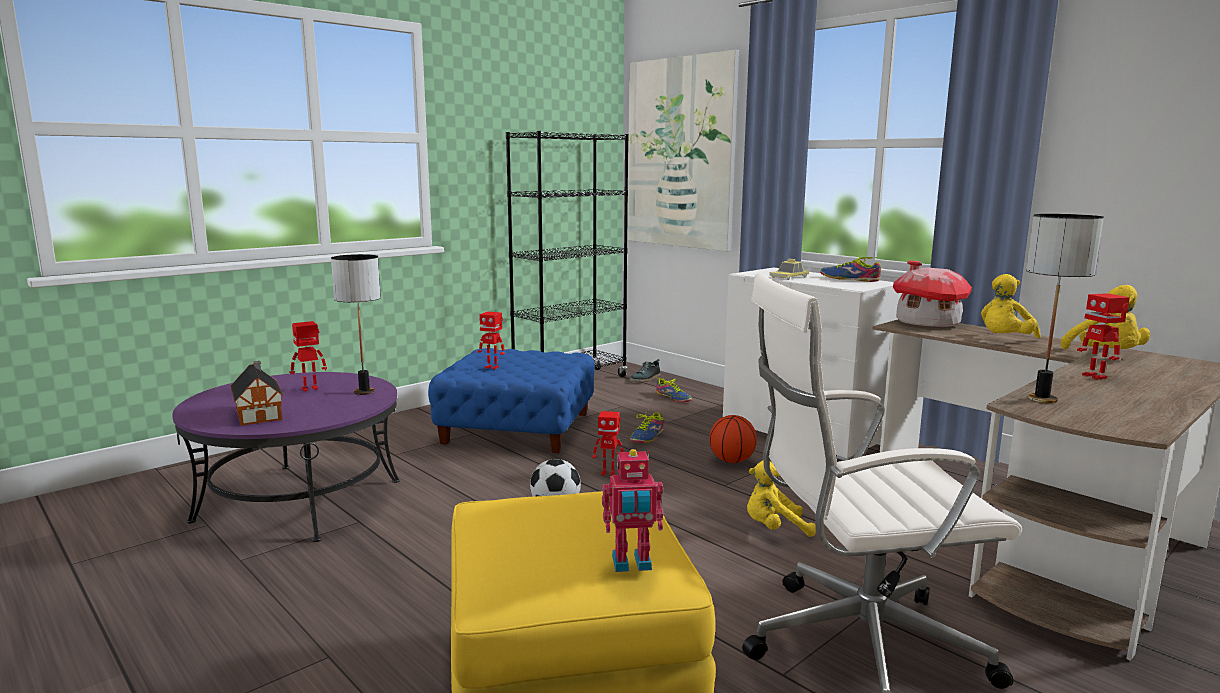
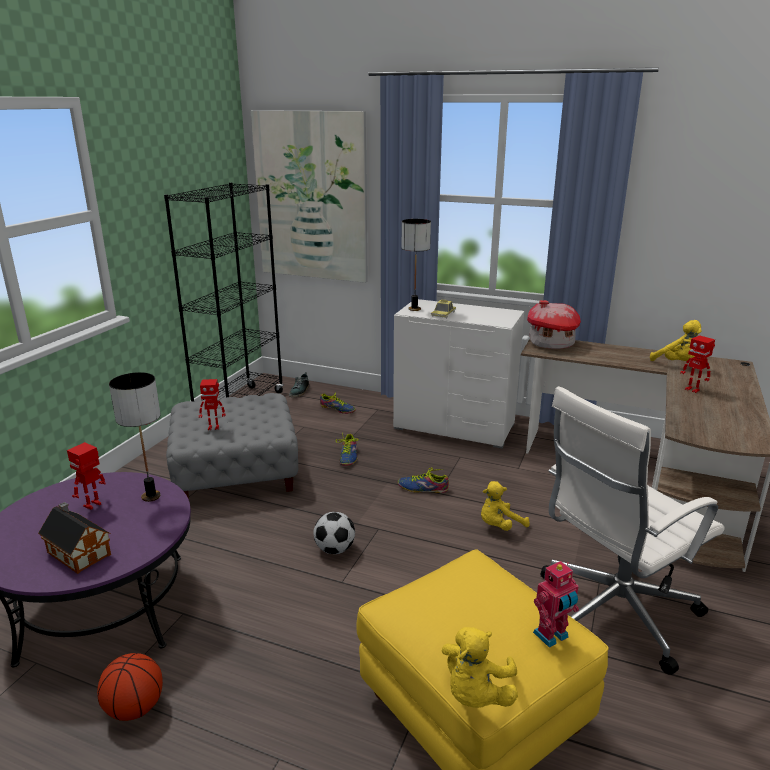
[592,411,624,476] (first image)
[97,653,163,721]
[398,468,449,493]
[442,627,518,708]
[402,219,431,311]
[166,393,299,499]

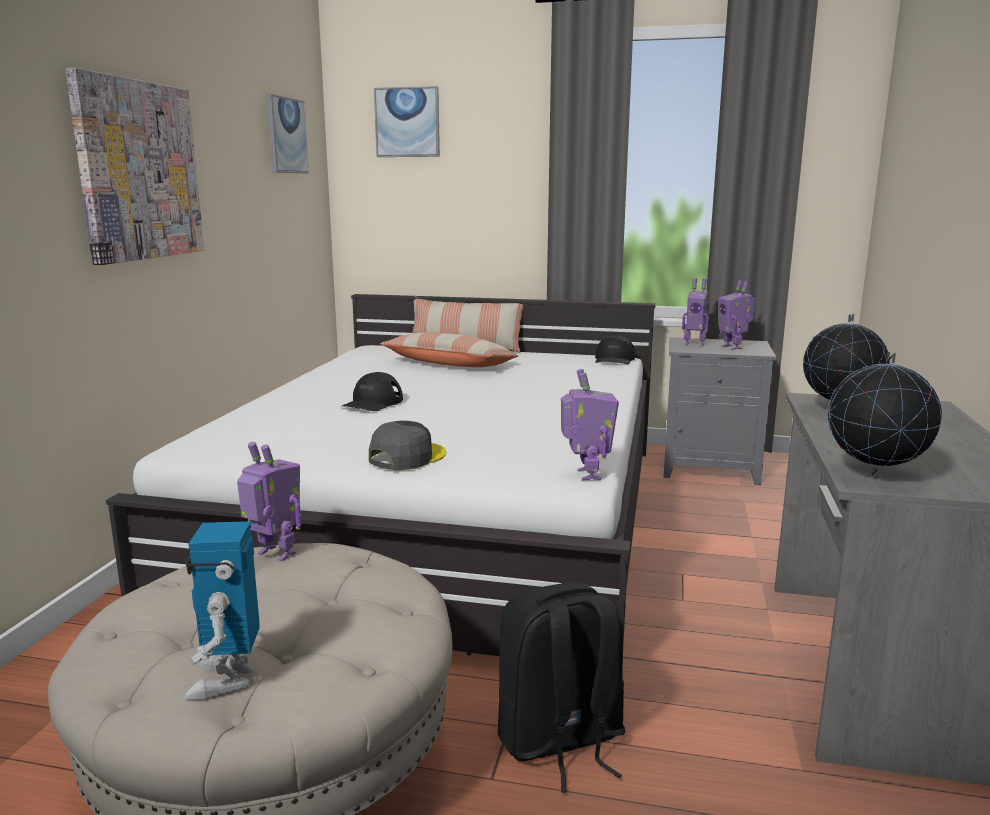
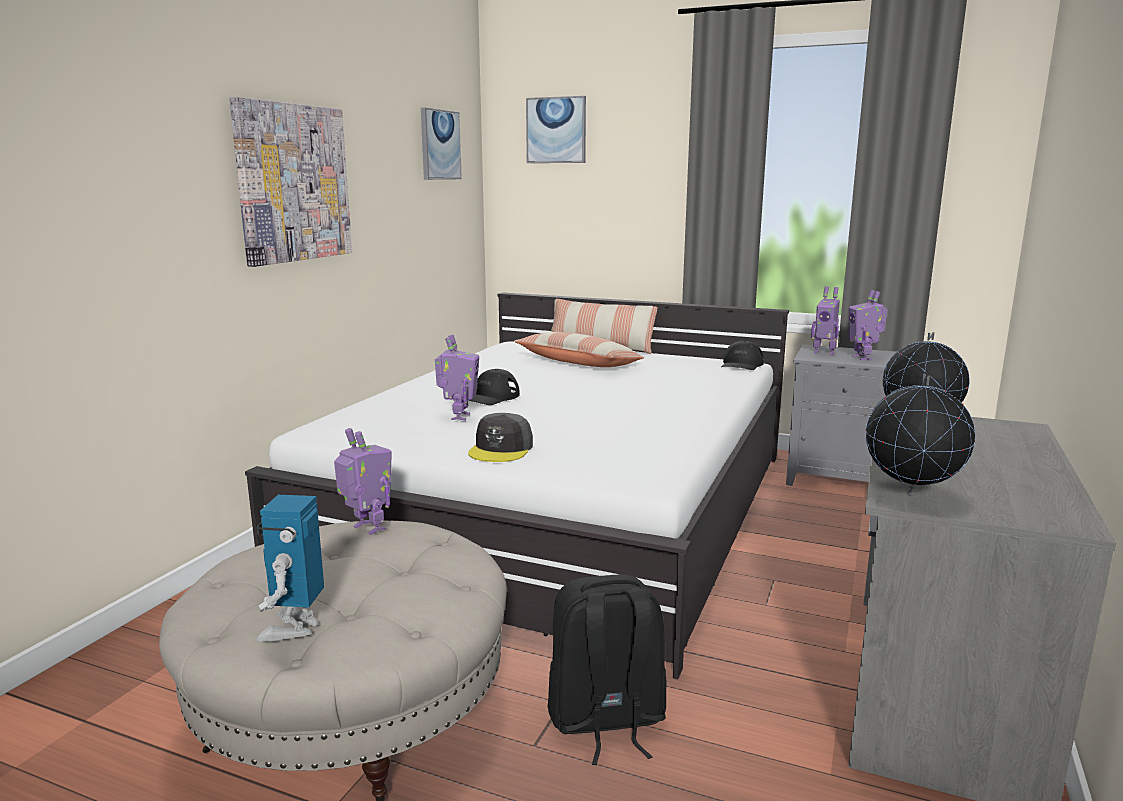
[435,335,479,420]
[468,413,533,462]

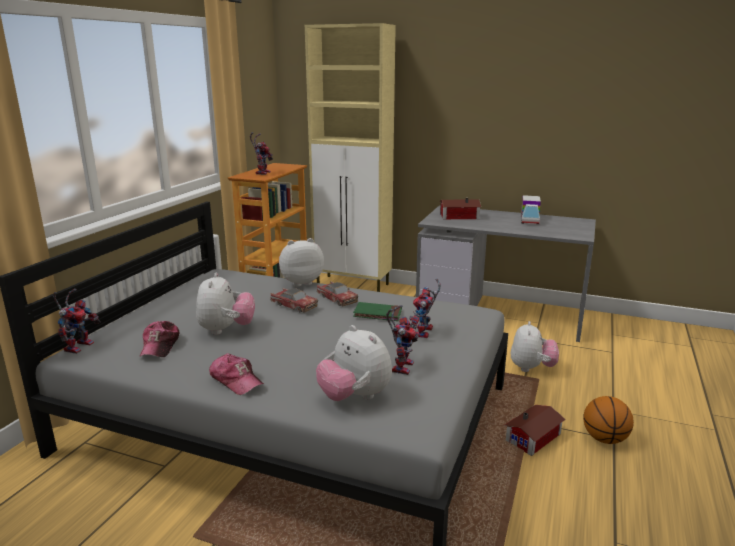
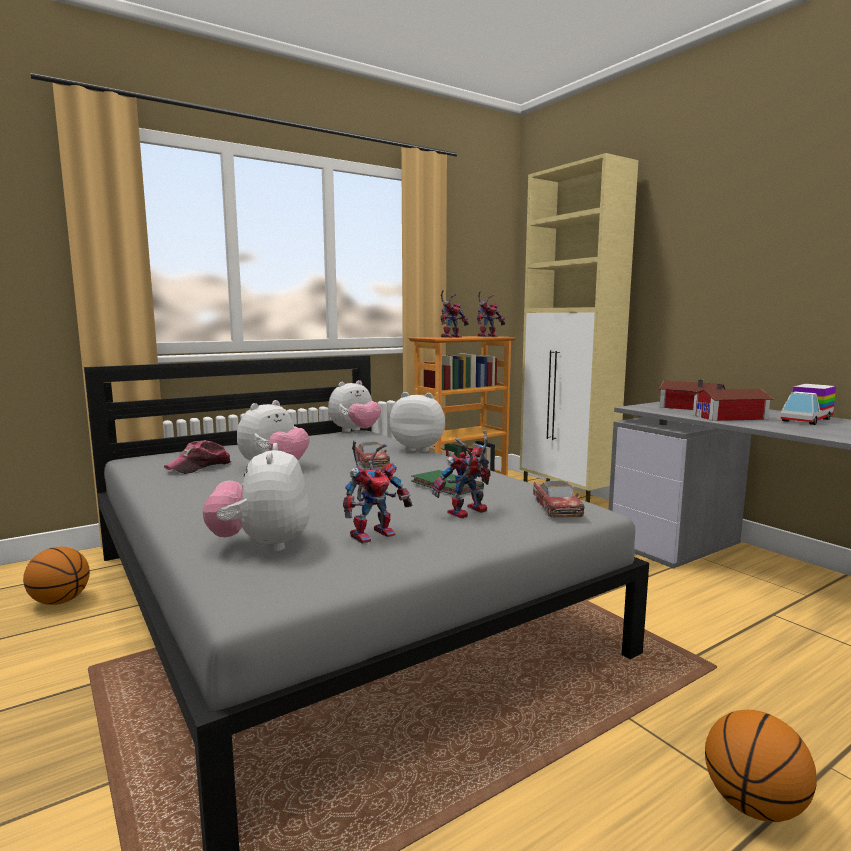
[209,353,264,395] (first image)
[23,547,90,605]
[477,291,505,337]
[533,481,584,518]
[692,384,773,421]
[328,380,381,432]

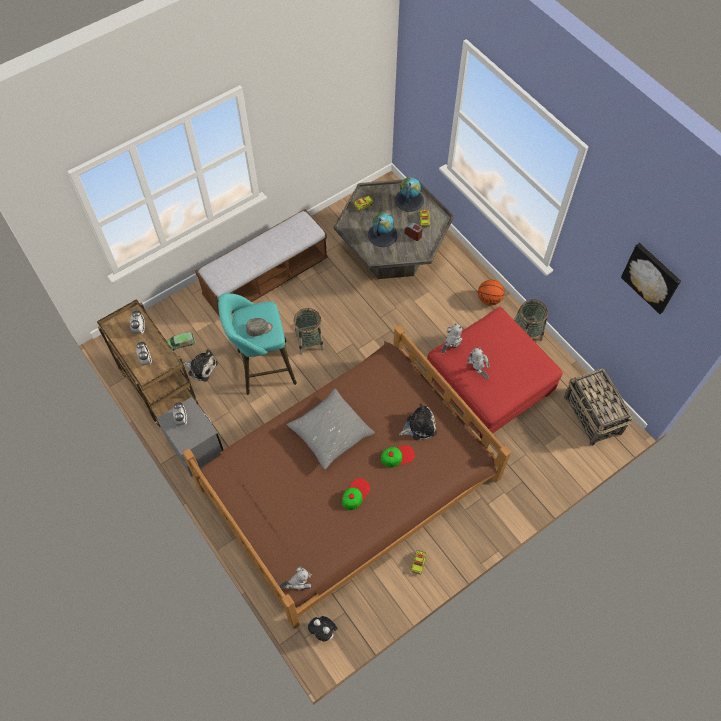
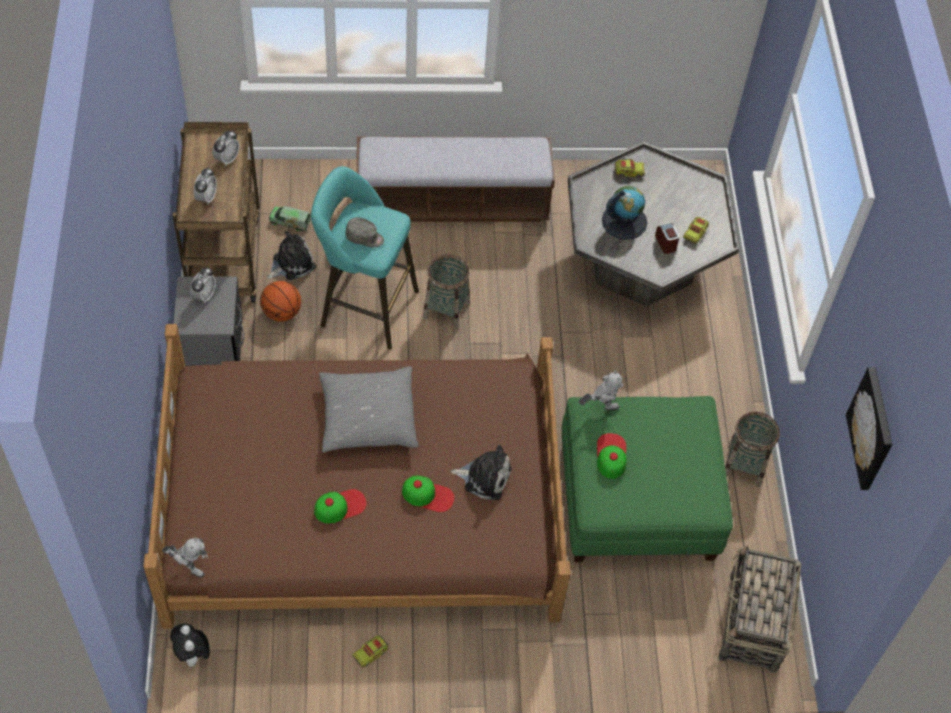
[395,177,424,212] (first image)
[260,281,301,322]
[597,433,626,479]
[562,396,733,562]
[267,231,316,280]

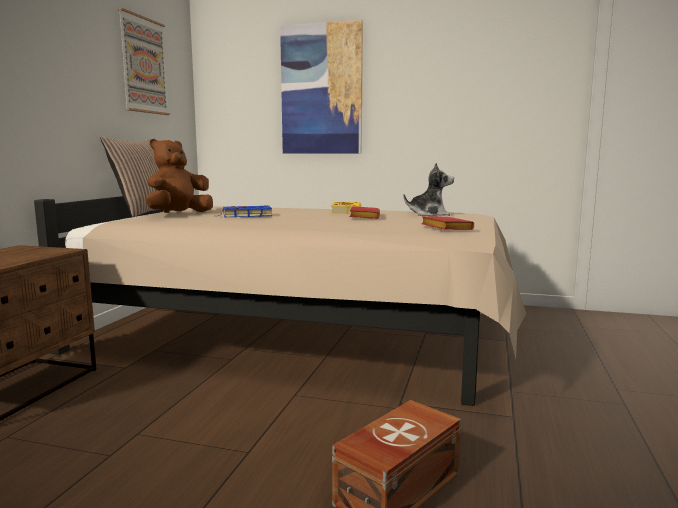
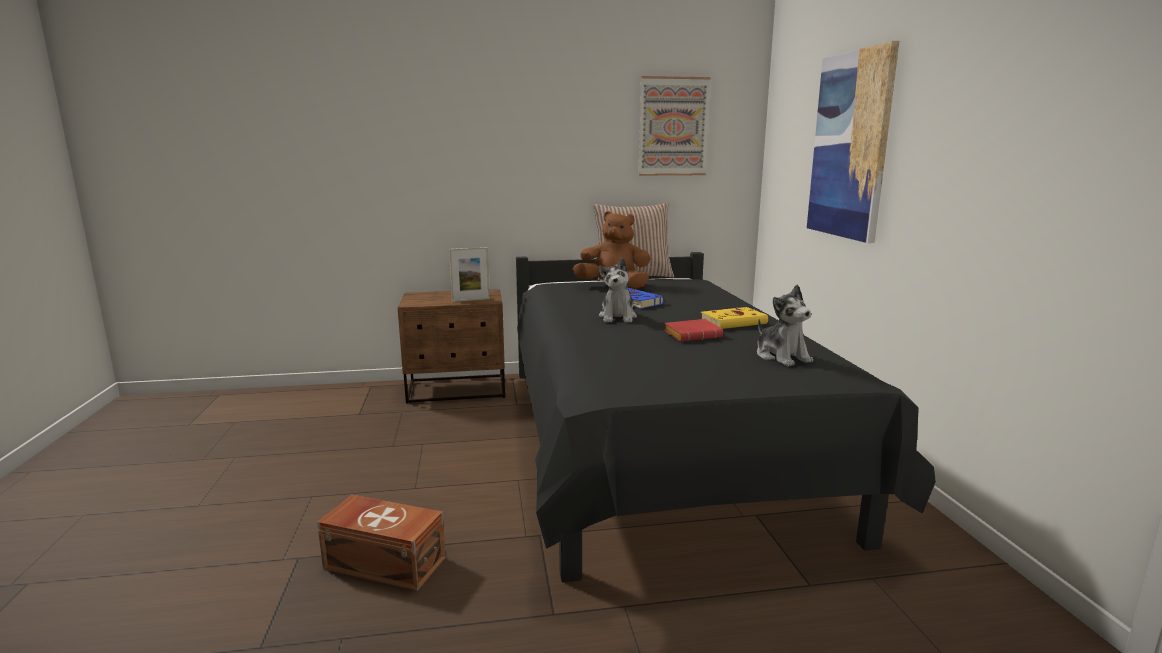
[421,216,474,230] (first image)
[449,247,490,302]
[598,258,637,323]
[516,252,936,583]

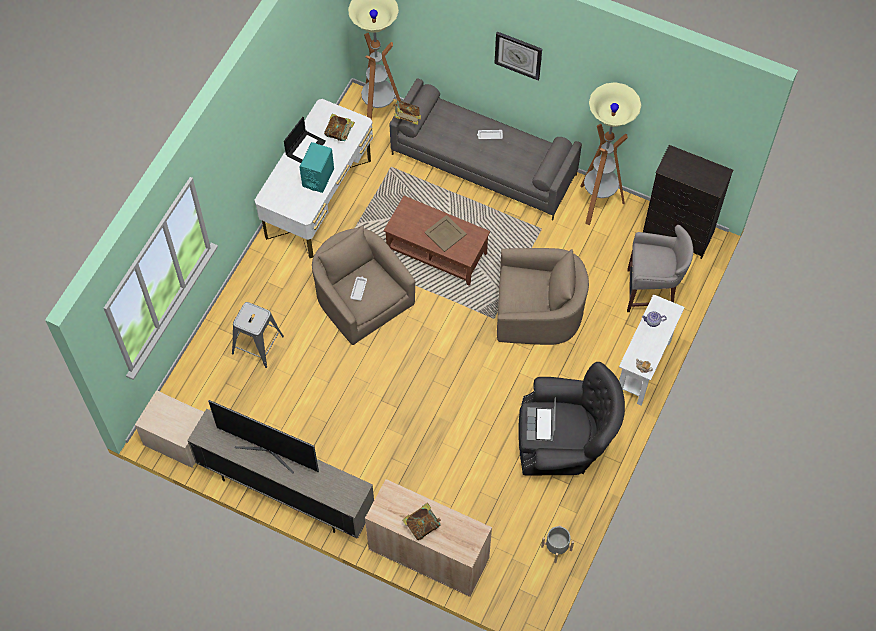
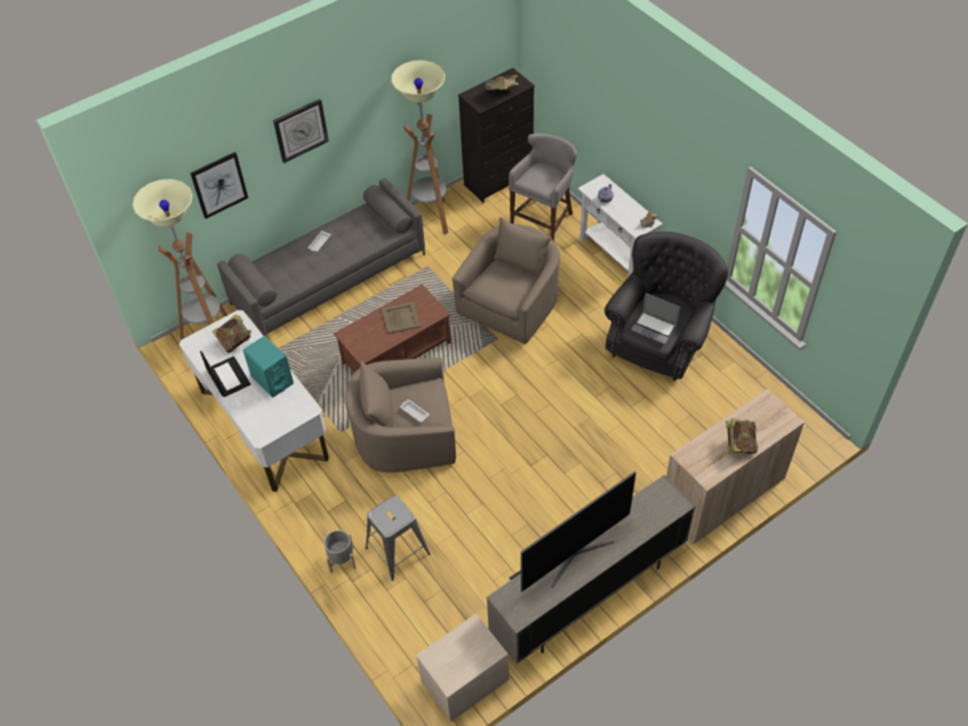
[190,152,248,219]
[485,75,519,90]
[324,530,356,573]

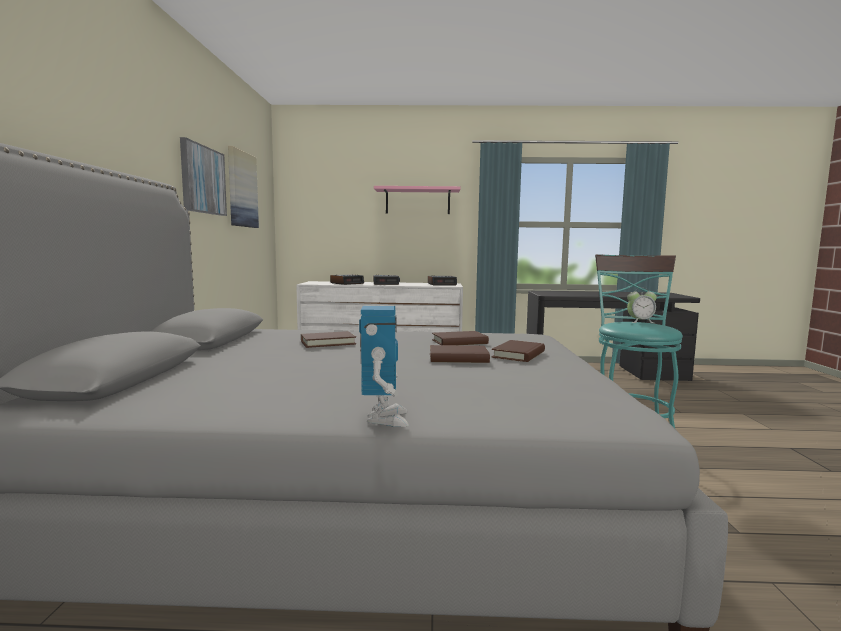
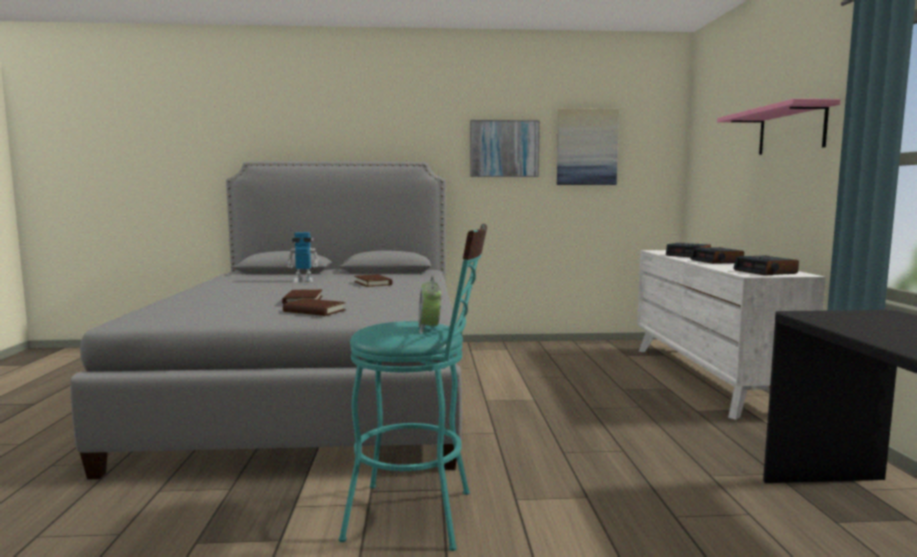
[432,331,489,345] (first image)
[287,232,319,283]

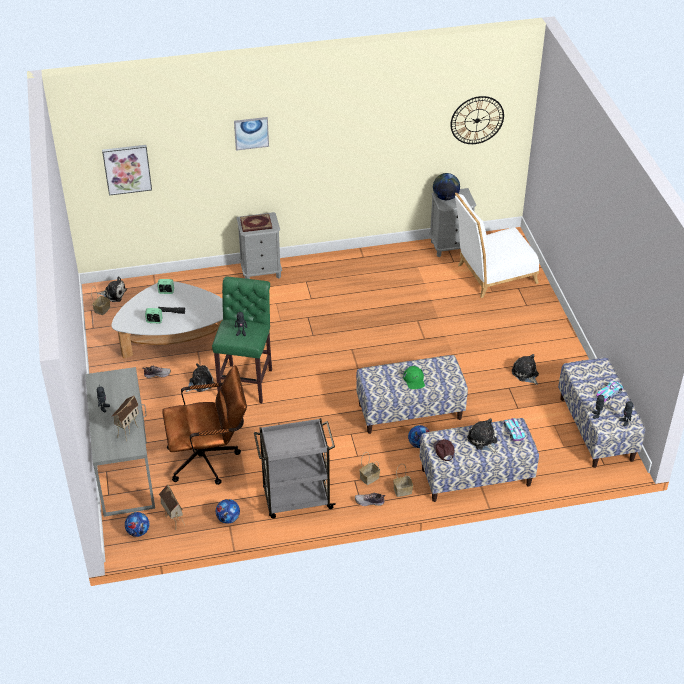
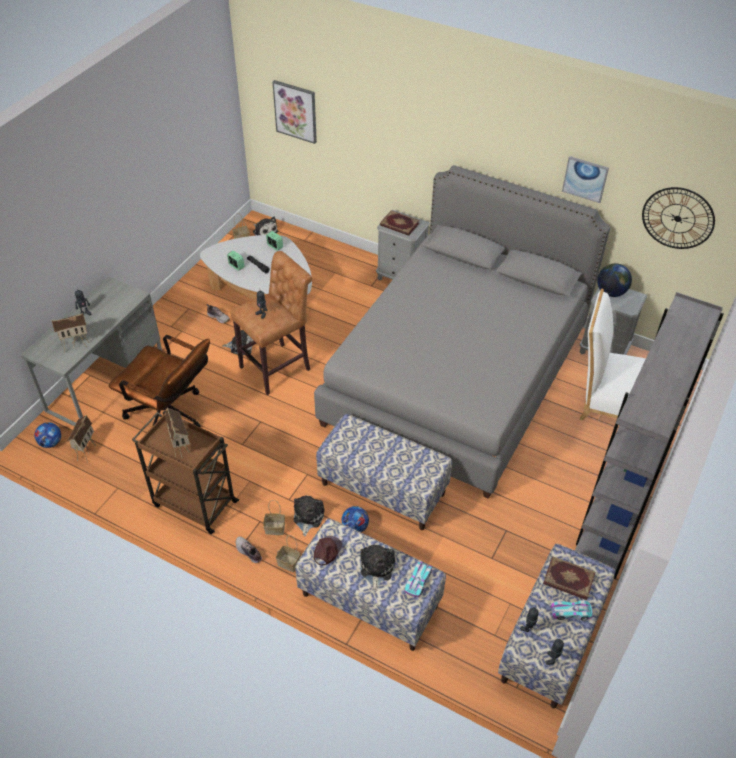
[216,499,240,524] (first image)
[403,366,425,389] (first image)
[165,407,190,458]
[314,165,610,499]
[543,556,595,600]
[575,292,724,579]
[562,156,609,203]
[293,495,325,536]
[230,251,312,395]
[132,410,239,534]

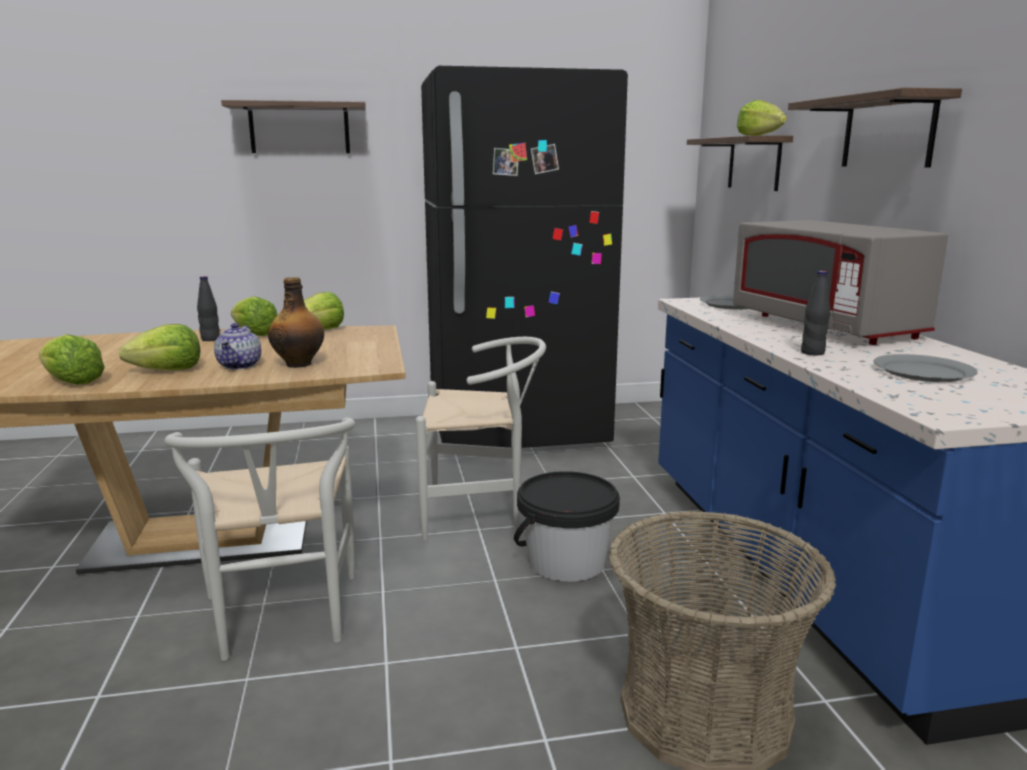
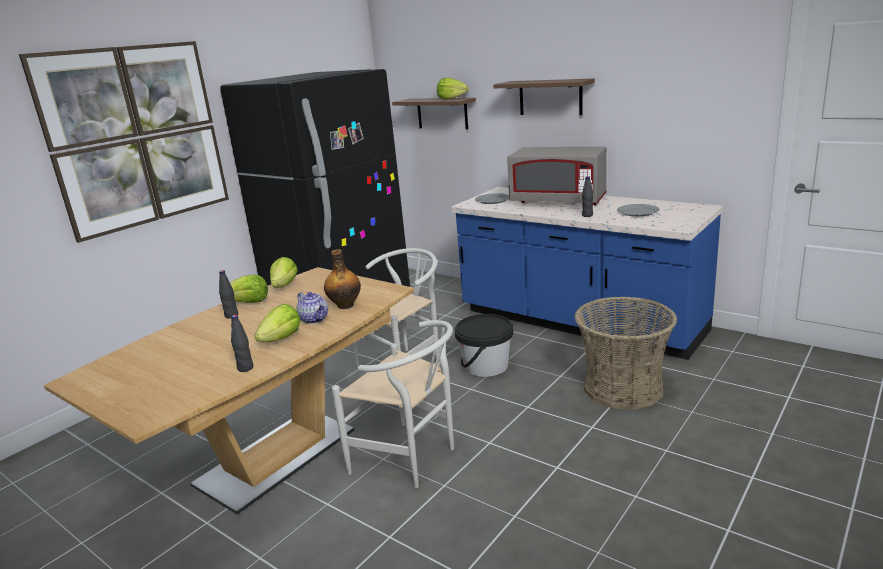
[231,315,253,372]
[19,41,229,243]

